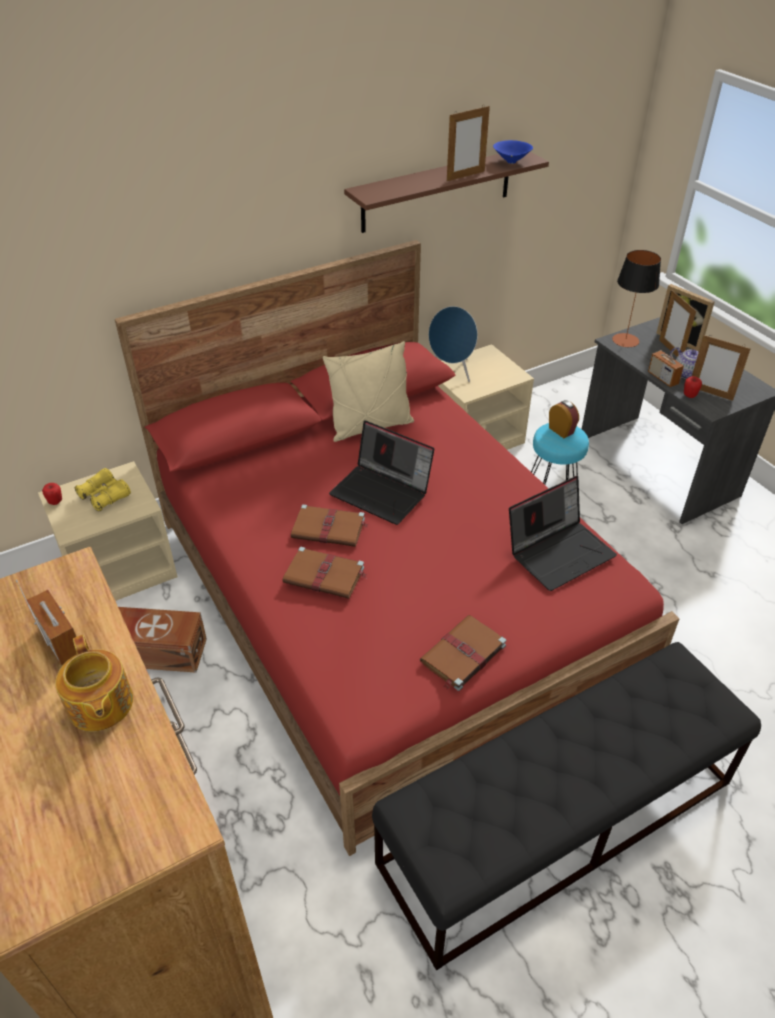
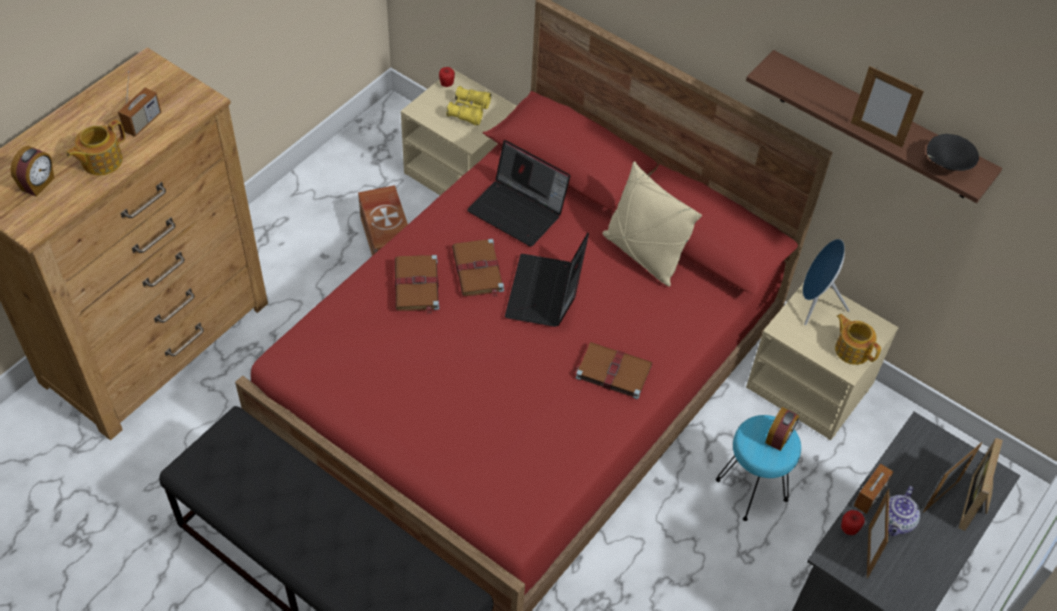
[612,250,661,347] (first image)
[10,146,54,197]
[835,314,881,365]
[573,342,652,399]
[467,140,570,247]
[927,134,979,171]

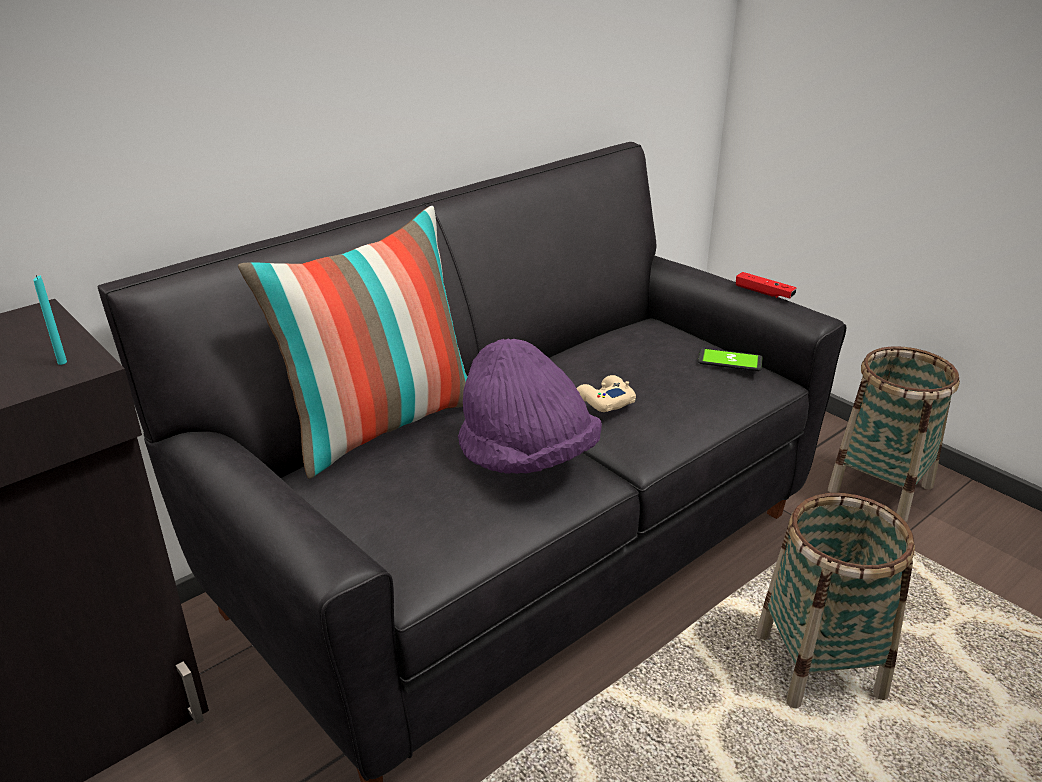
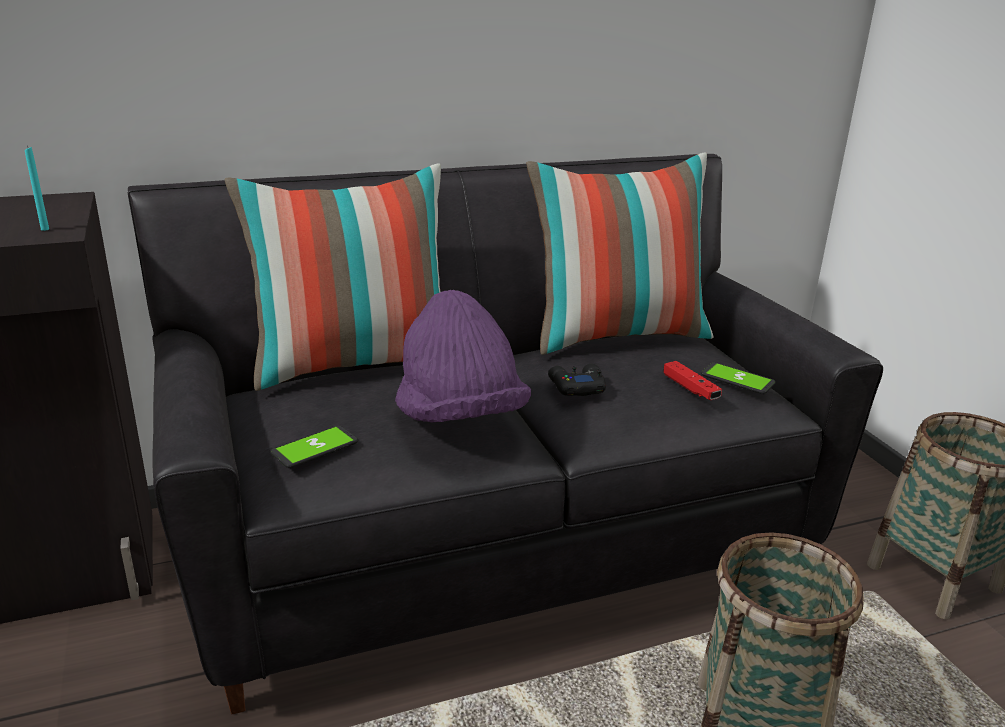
[270,425,358,468]
[526,153,714,355]
[663,361,722,400]
[548,364,606,396]

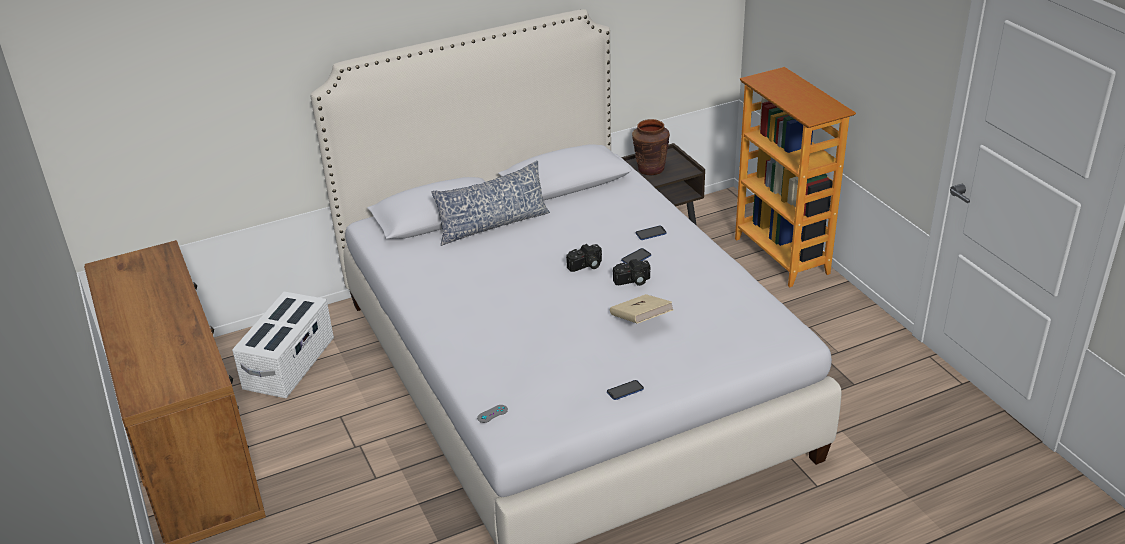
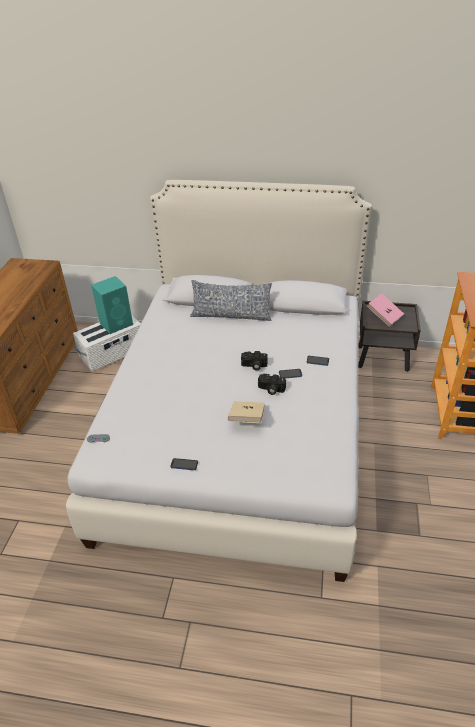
[91,276,133,334]
[367,293,404,327]

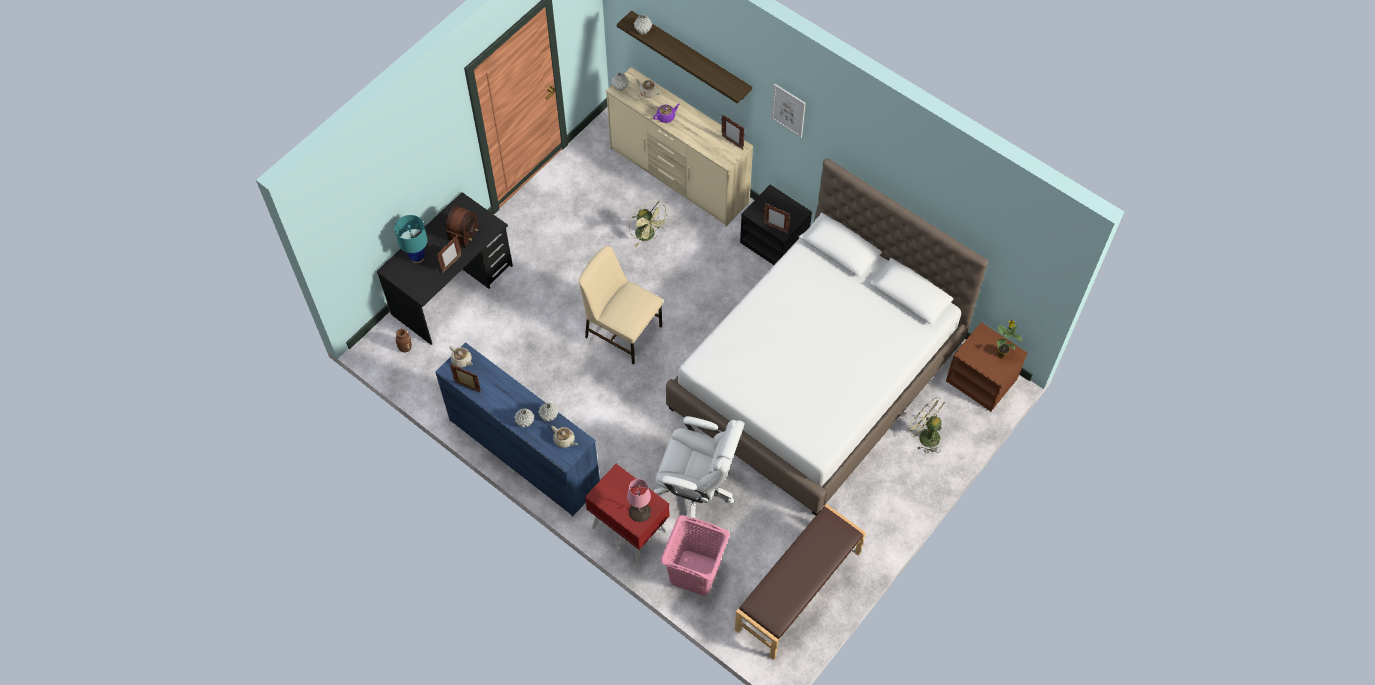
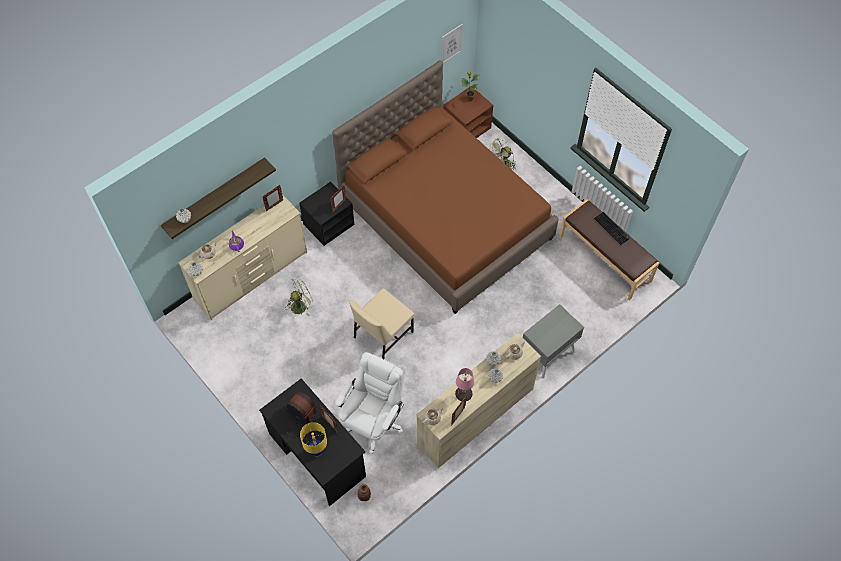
[661,515,730,596] (first image)
[594,212,630,245]
[455,368,474,401]
[335,352,404,454]
[441,23,463,64]
[300,422,327,457]
[416,333,541,469]
[523,304,584,378]
[332,60,559,314]

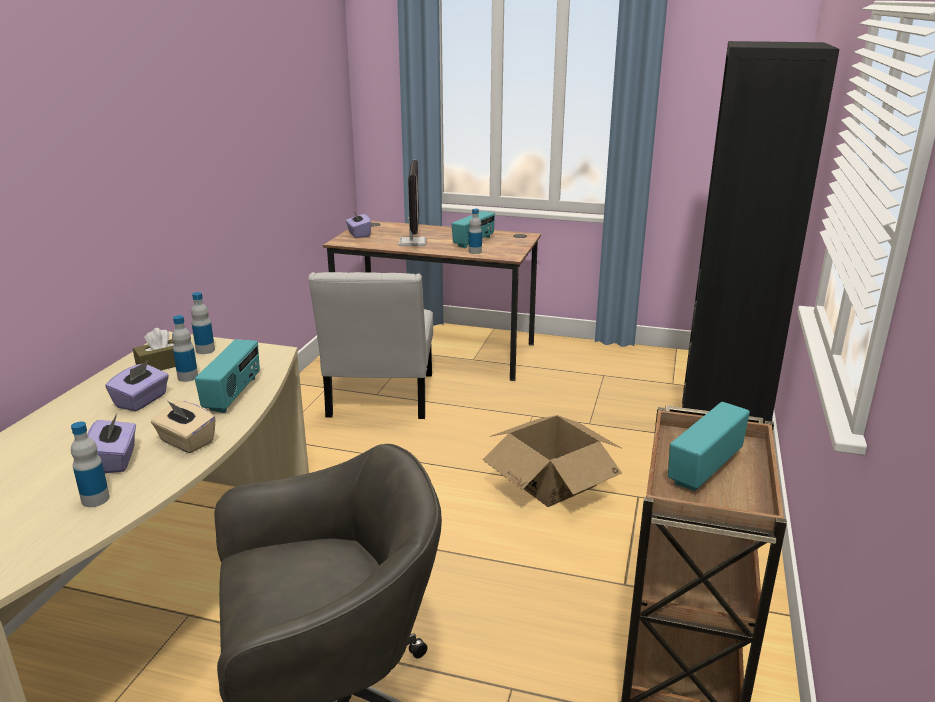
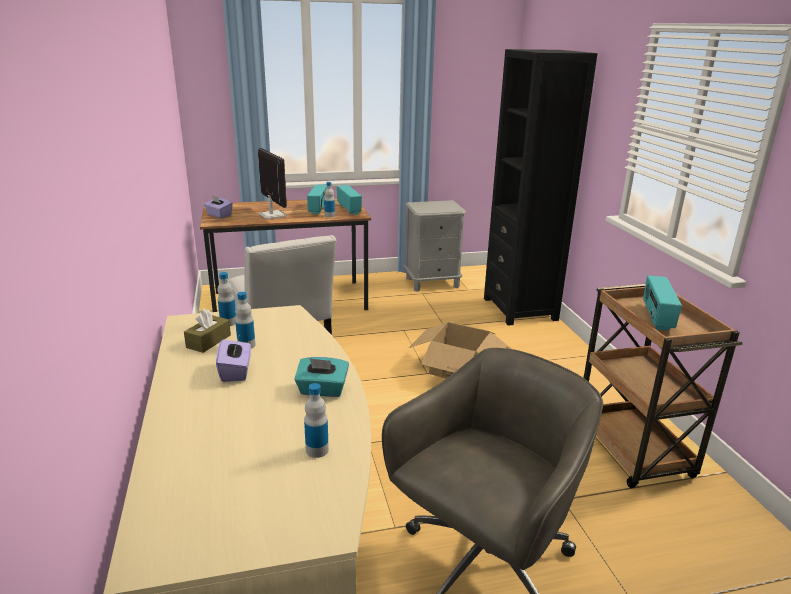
[87,414,136,473] (first image)
[404,200,466,292]
[337,185,362,215]
[294,357,349,397]

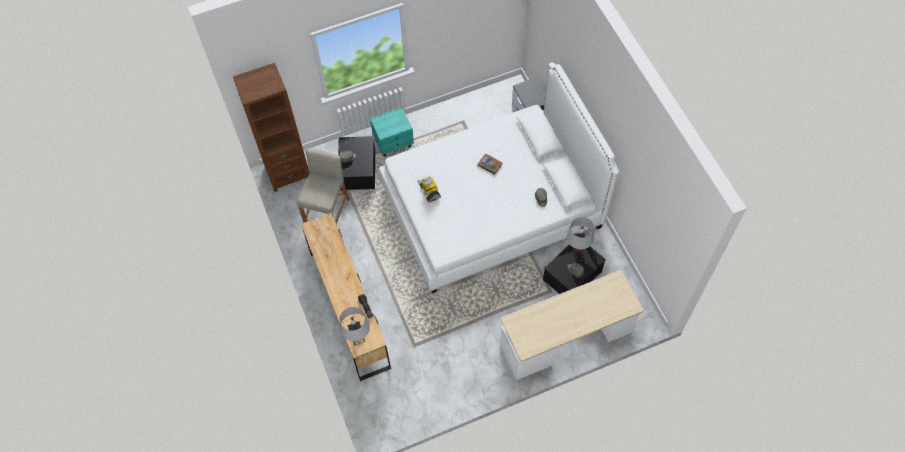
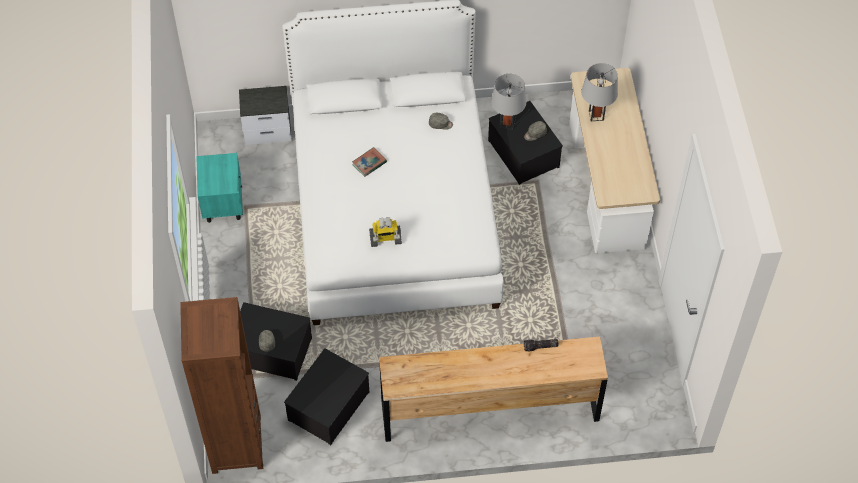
[581,63,618,121]
[196,153,243,223]
[284,348,369,445]

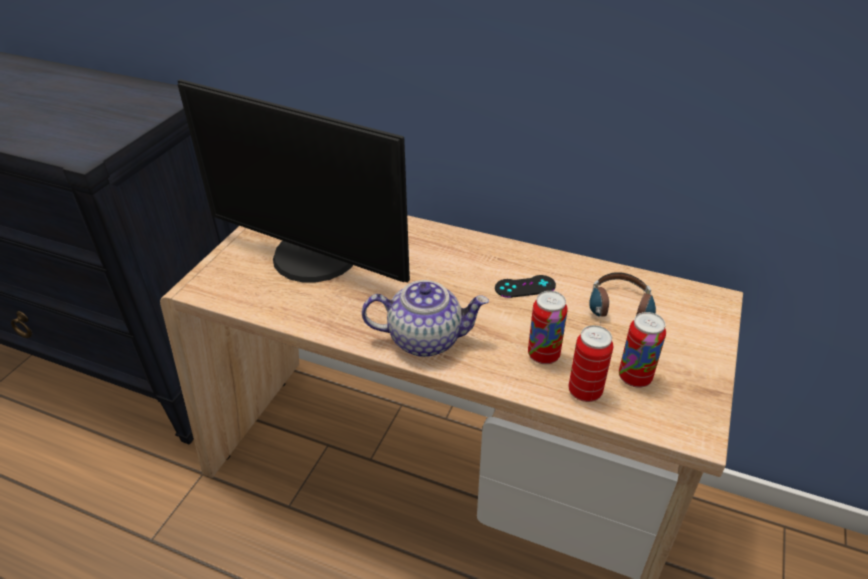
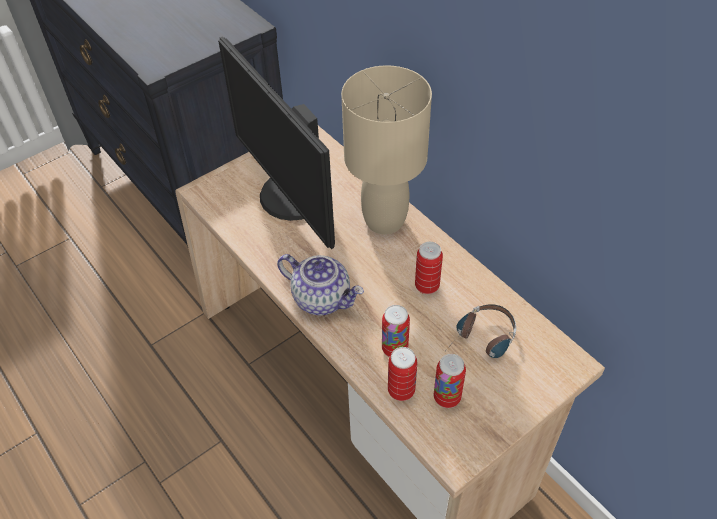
[341,65,432,234]
[415,242,443,294]

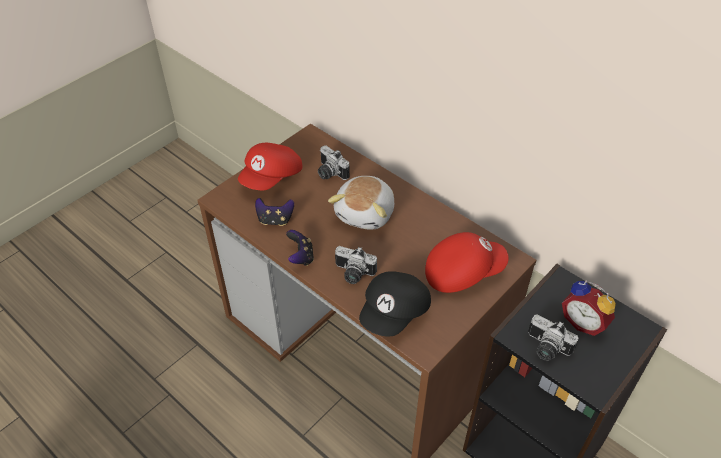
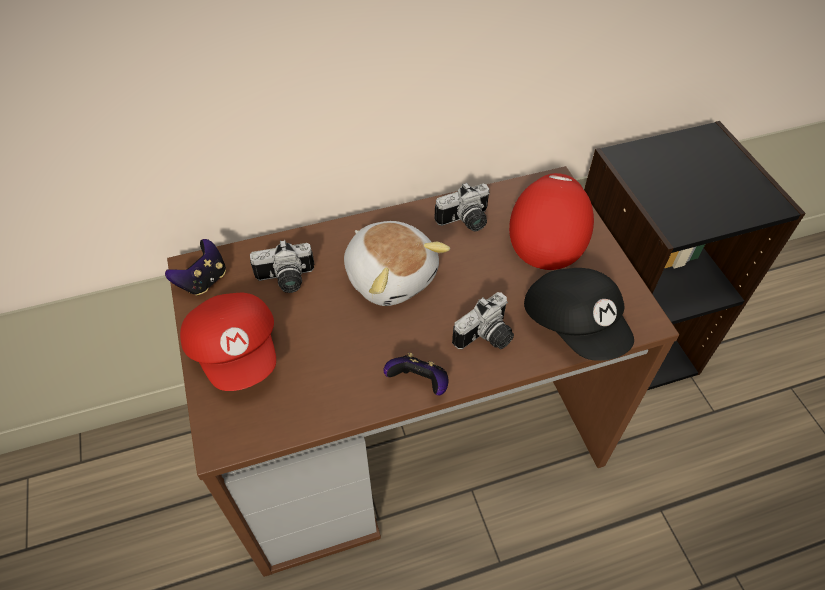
[562,281,616,336] (first image)
[165,239,226,296]
[434,182,490,231]

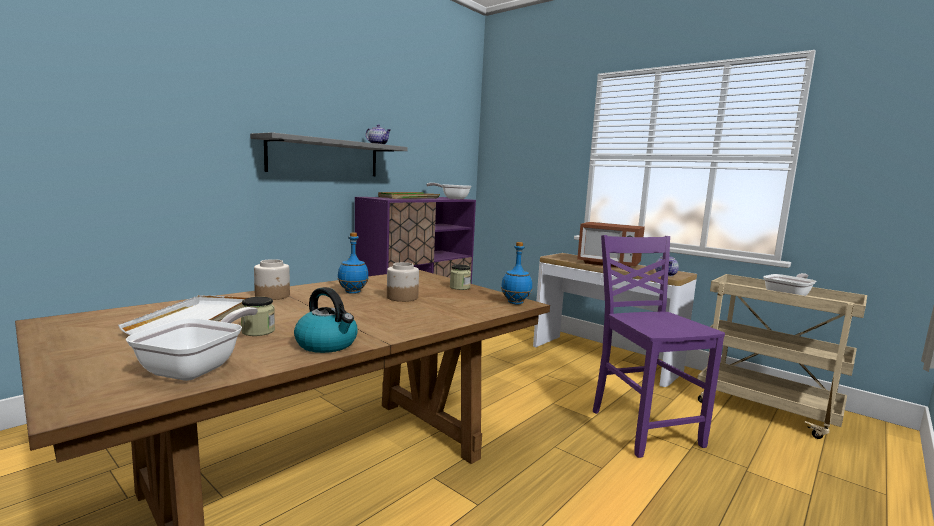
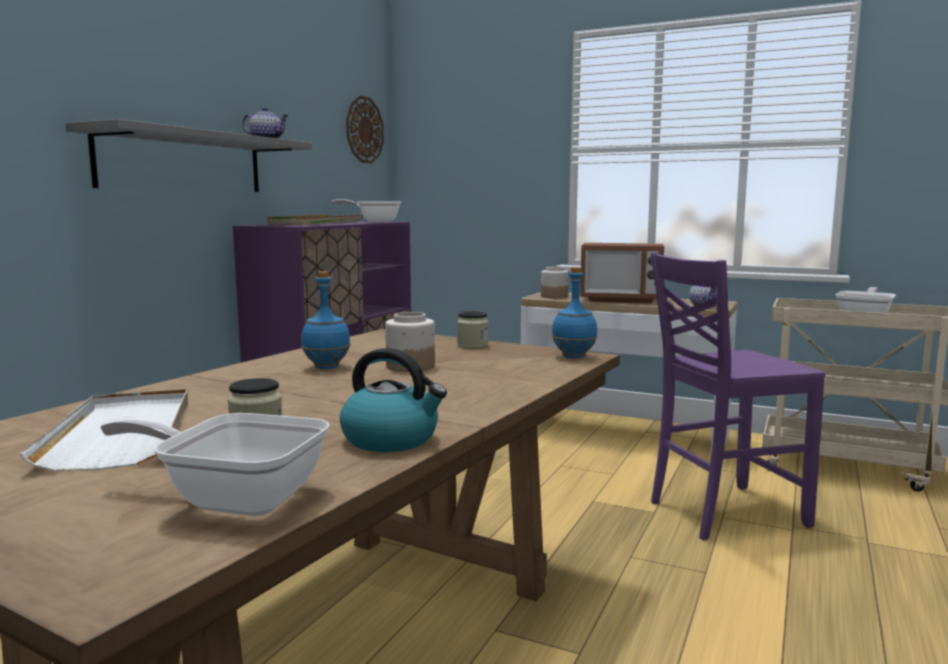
[346,96,384,164]
[541,266,569,298]
[100,413,330,516]
[651,252,826,540]

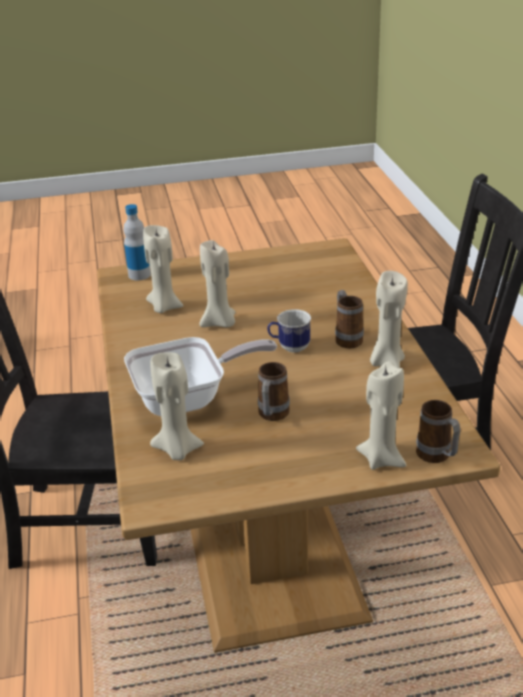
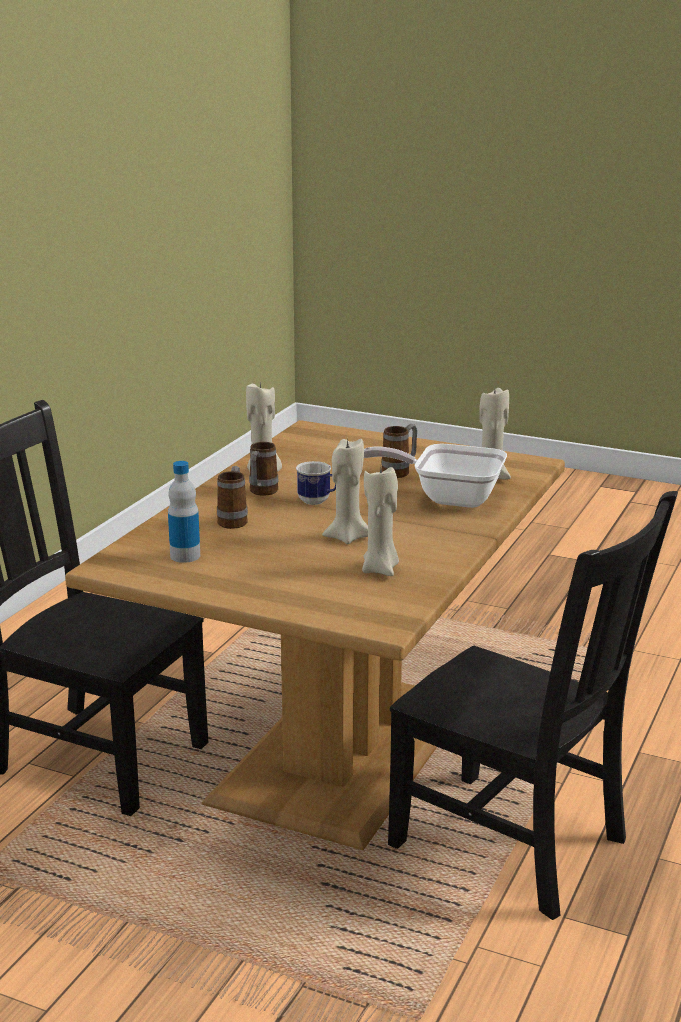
[356,361,406,470] (first image)
[168,461,200,563]
[217,466,248,529]

